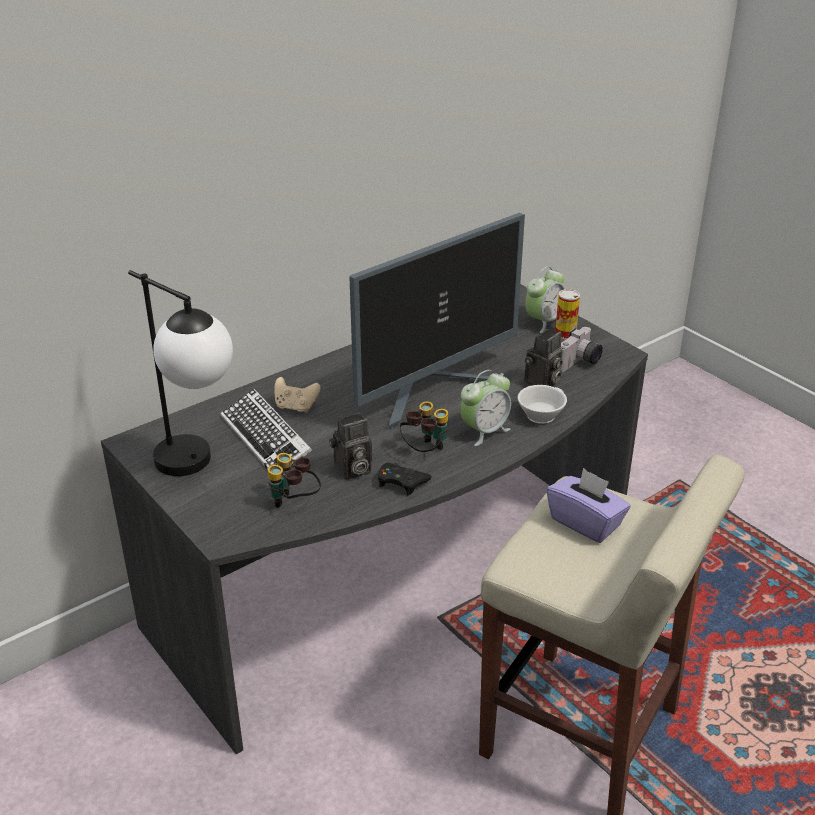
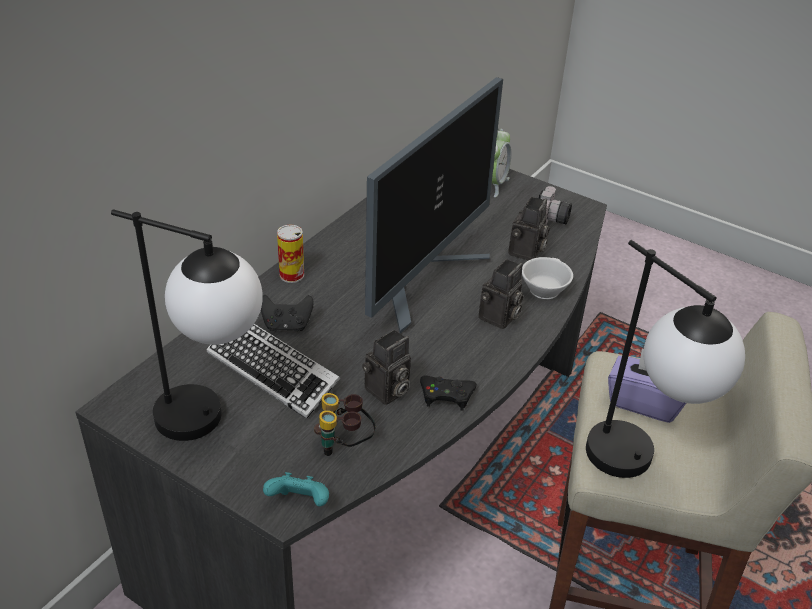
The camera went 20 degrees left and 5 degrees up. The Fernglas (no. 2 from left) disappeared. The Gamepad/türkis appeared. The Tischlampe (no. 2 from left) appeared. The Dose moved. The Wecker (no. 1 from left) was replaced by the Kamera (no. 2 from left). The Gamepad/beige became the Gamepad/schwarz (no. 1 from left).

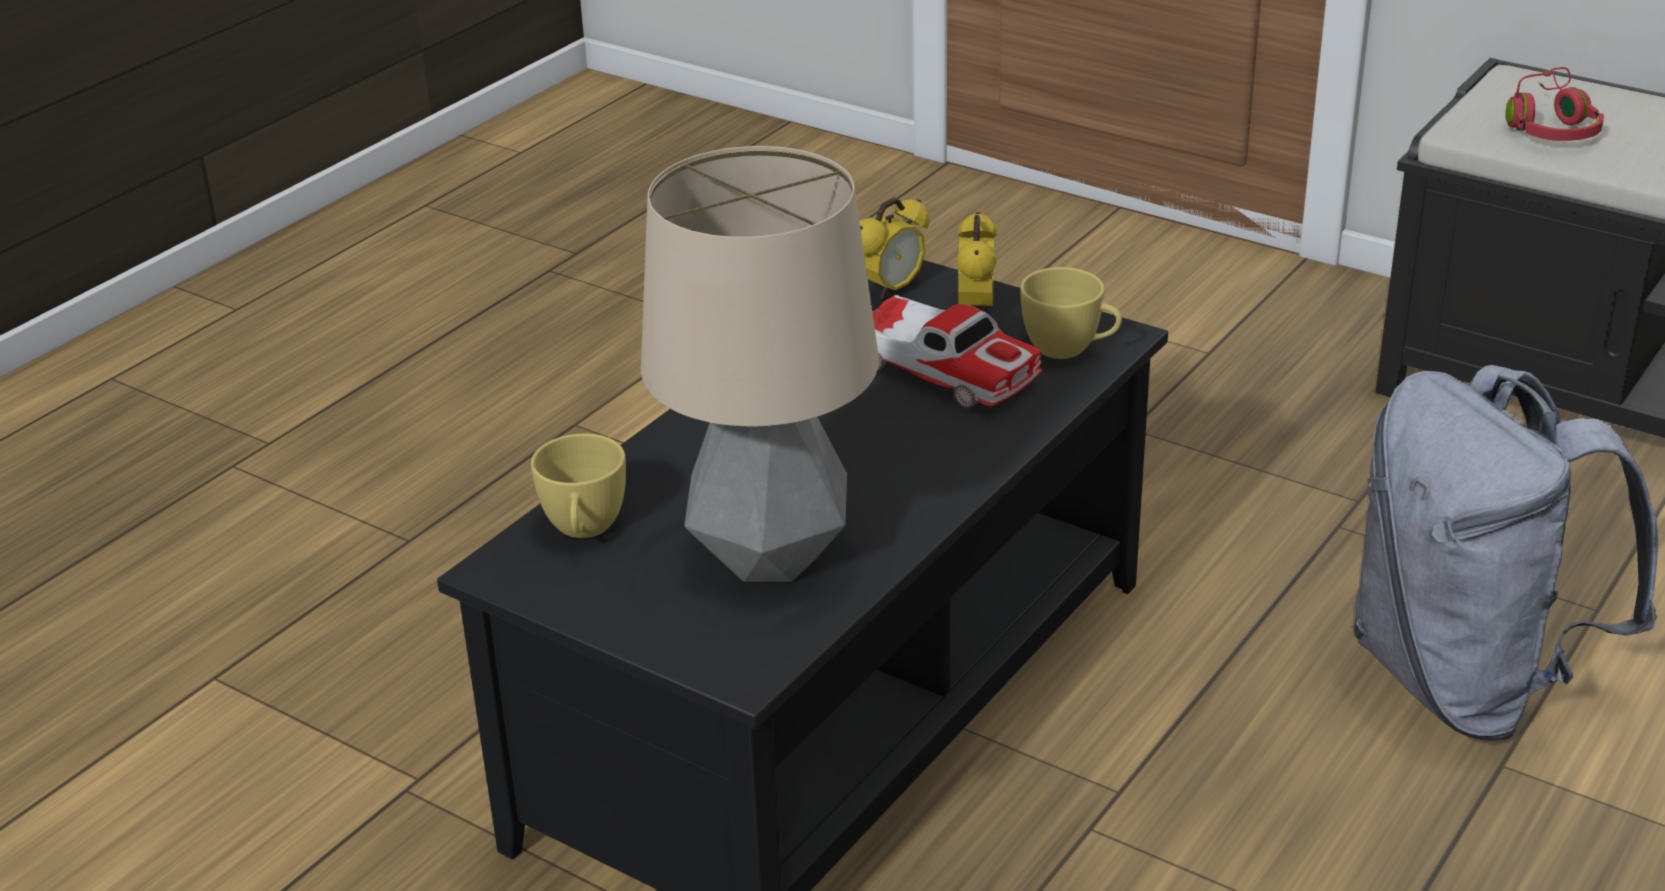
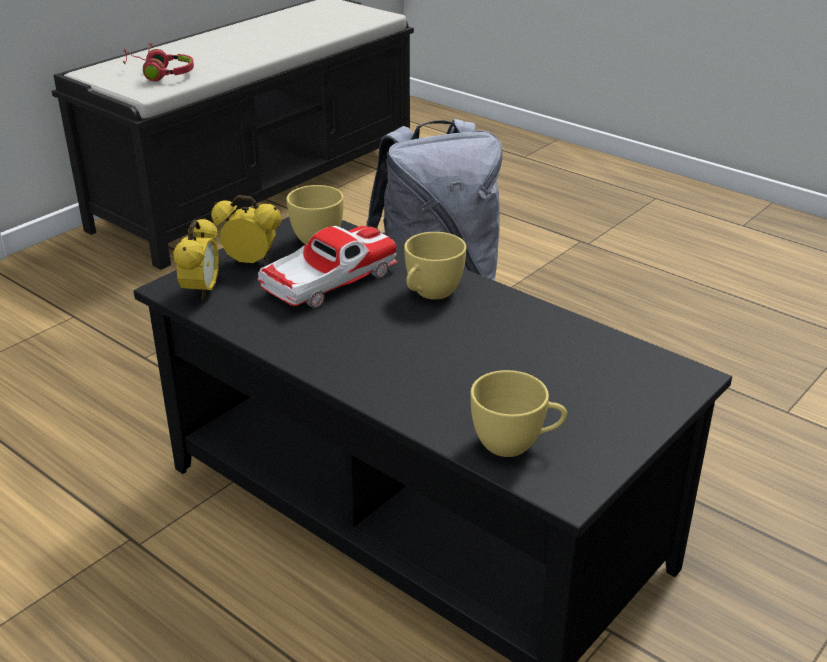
The camera went 85 degrees left and 0 degrees up. The Tischlampe disappeared. The Tasse/gelb (no. 2 from left) appeared. The Wecker (no. 1 from left) turned 45 degrees clockwise.

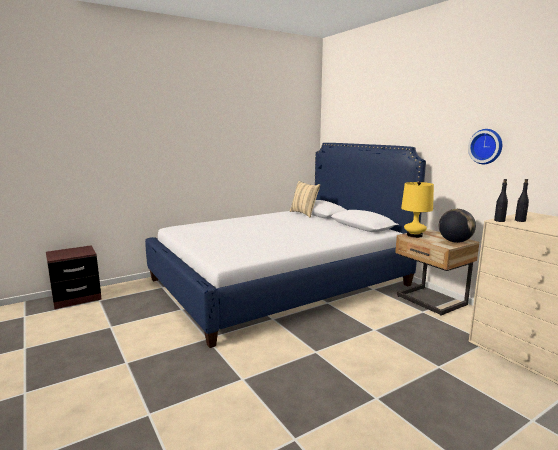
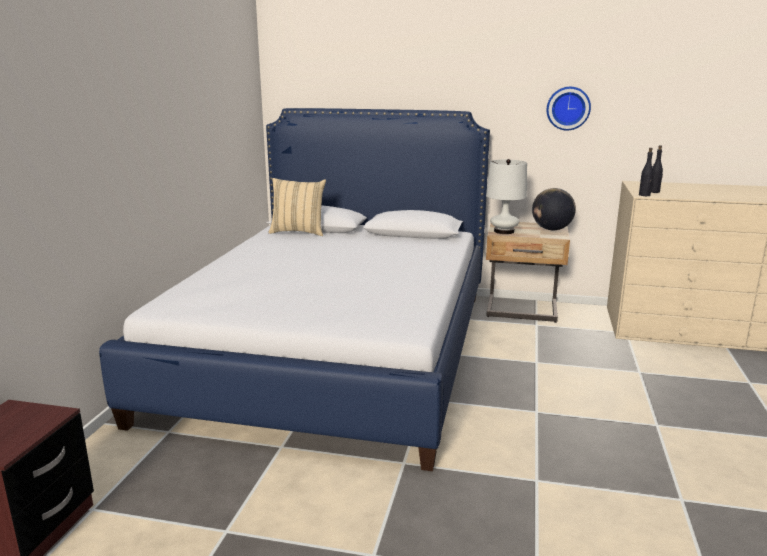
The camera went 45 degrees left and 5 degrees up. The Tischlampe/gelb became the Tischlampe/weiß.

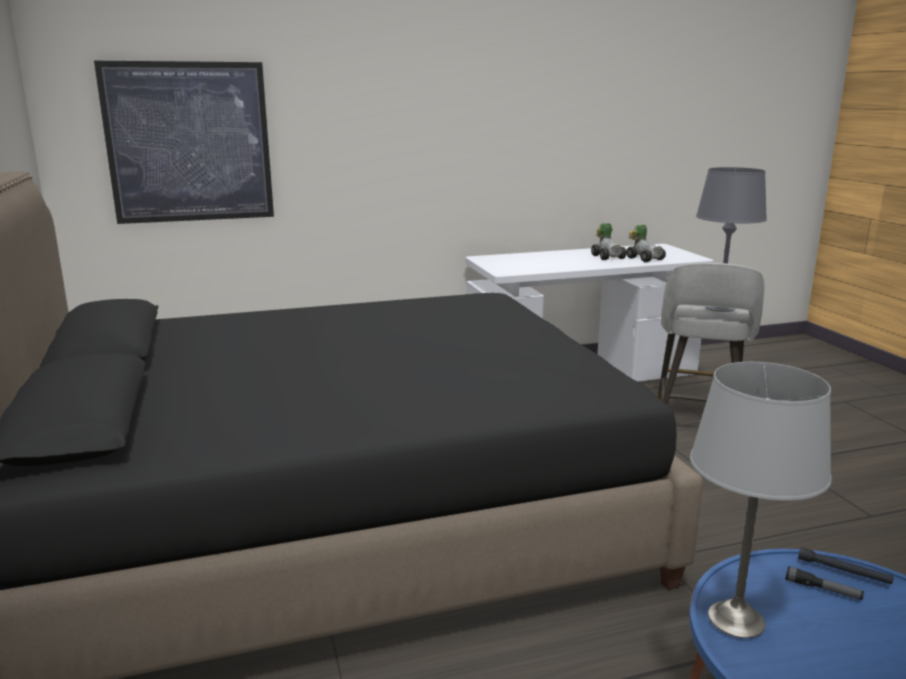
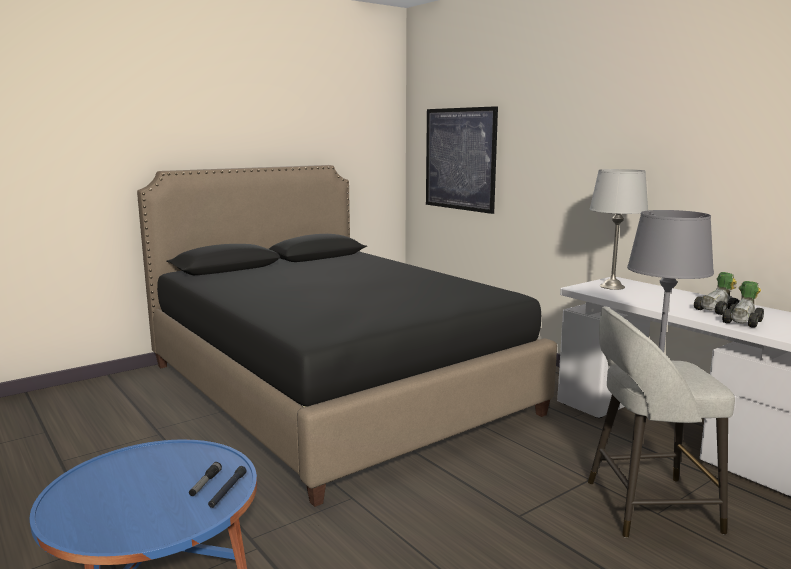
The camera went 70 degrees right and 5 degrees down. The Tischlampe/grau (no. 2 from left in the first image) moved.

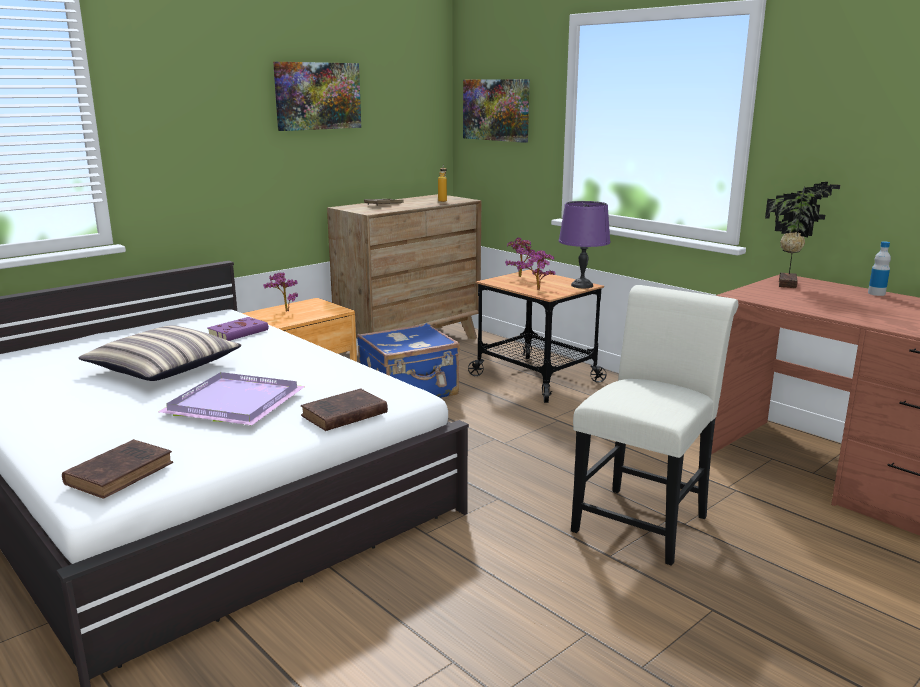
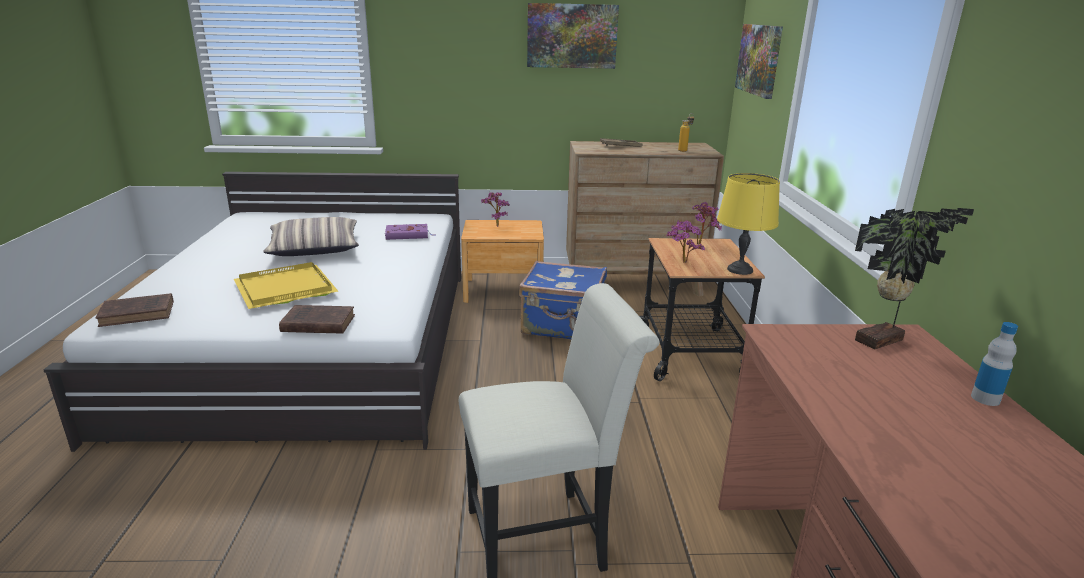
The camera went 40 degrees right and 5 degrees up. The Tablett/lila became the Tablett/gelb. The Tischlampe/lila became the Tischlampe/gelb.

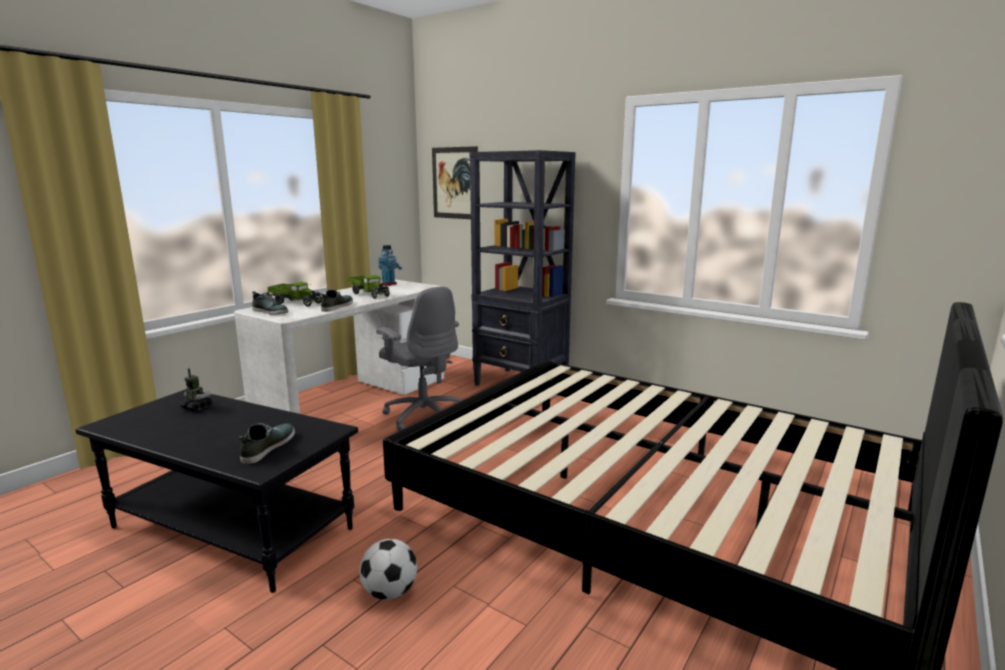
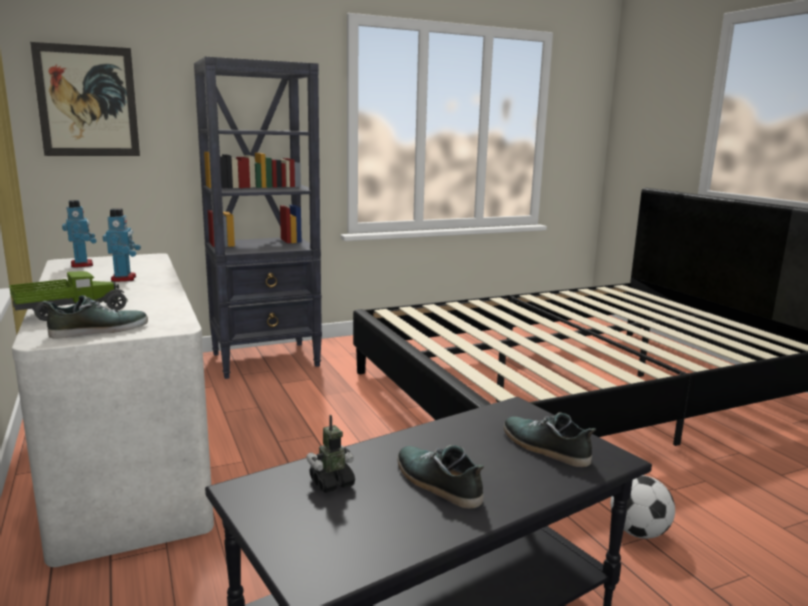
The camera went 60 degrees left and 0 degrees up. The Bürostuhl/grau disappeared. The Schuh (no. 3 from left in the first image) moved. The Spielzeuglaster (no. 2 from left) was replaced by the Spielzeugroboter (no. 2 from left).

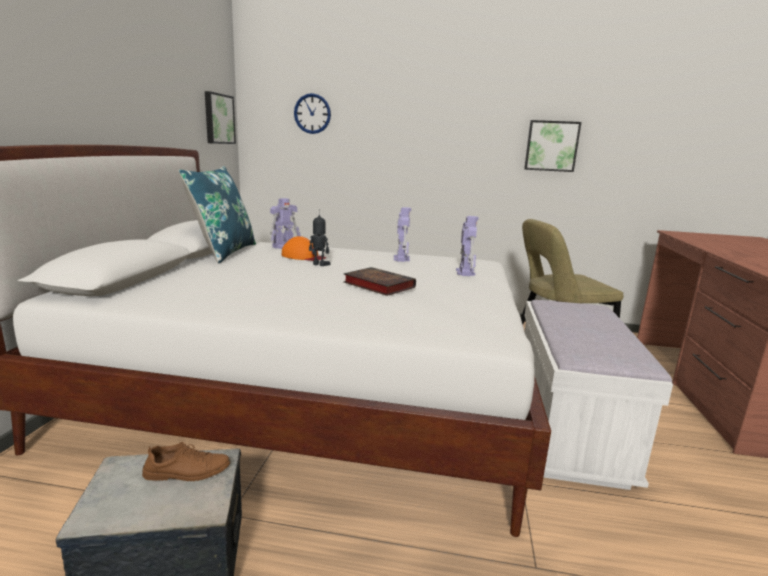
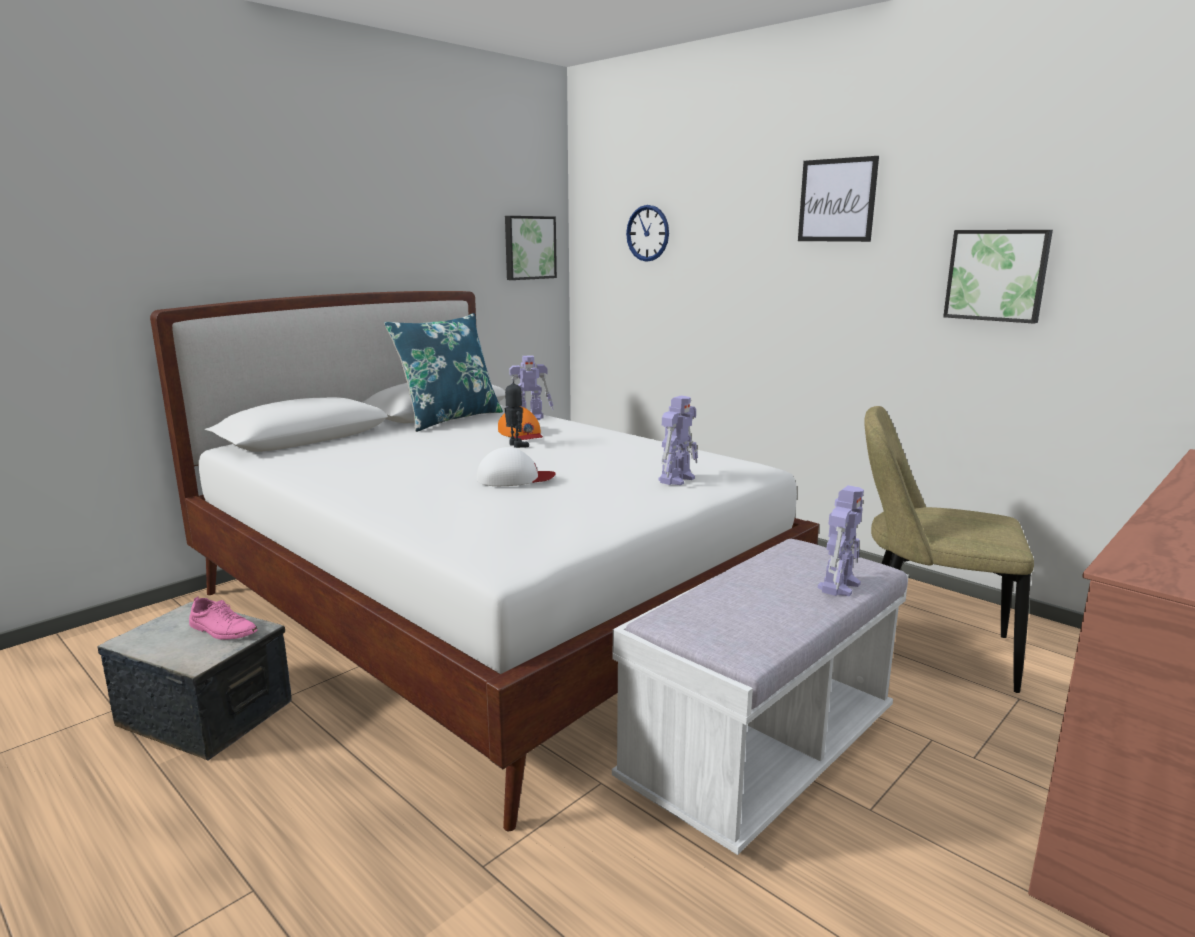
The camera went 35 degrees right and 0 degrees up. The Bild (no. 2 from left) appeared. The Spielzeugroboter (no. 3 from left in the first image) moved. The Buch was replaced by the Kappe/weiß. The Schuh/braun became the Schuh/rosa.

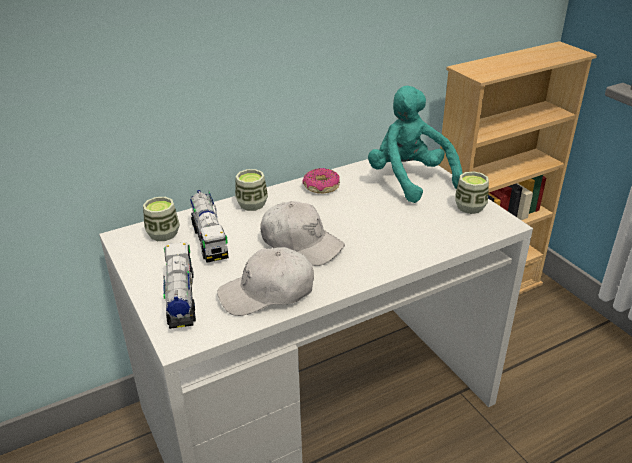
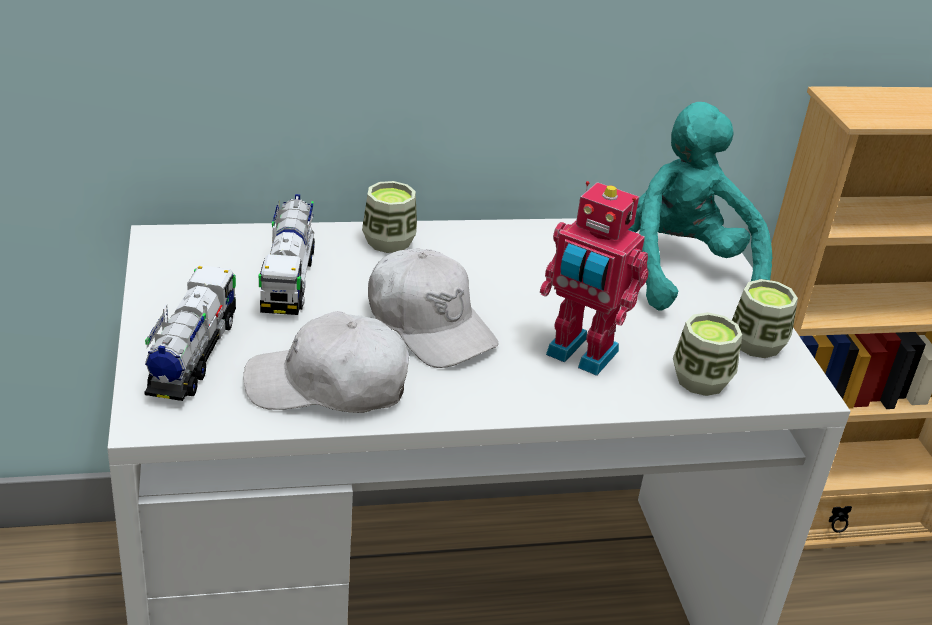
The camera went 15 degrees right and 0 degrees up. The Donut disappeared. The Spielzeugroboter appeared. The Tasse (no. 1 from left in the first image) moved.

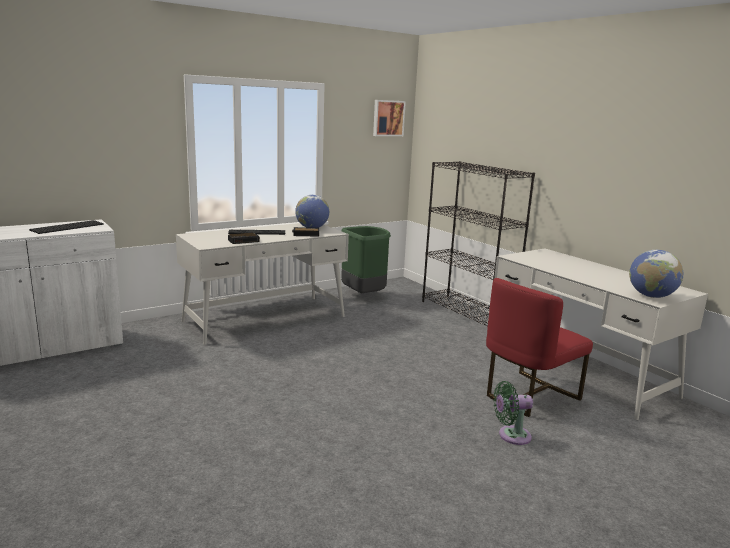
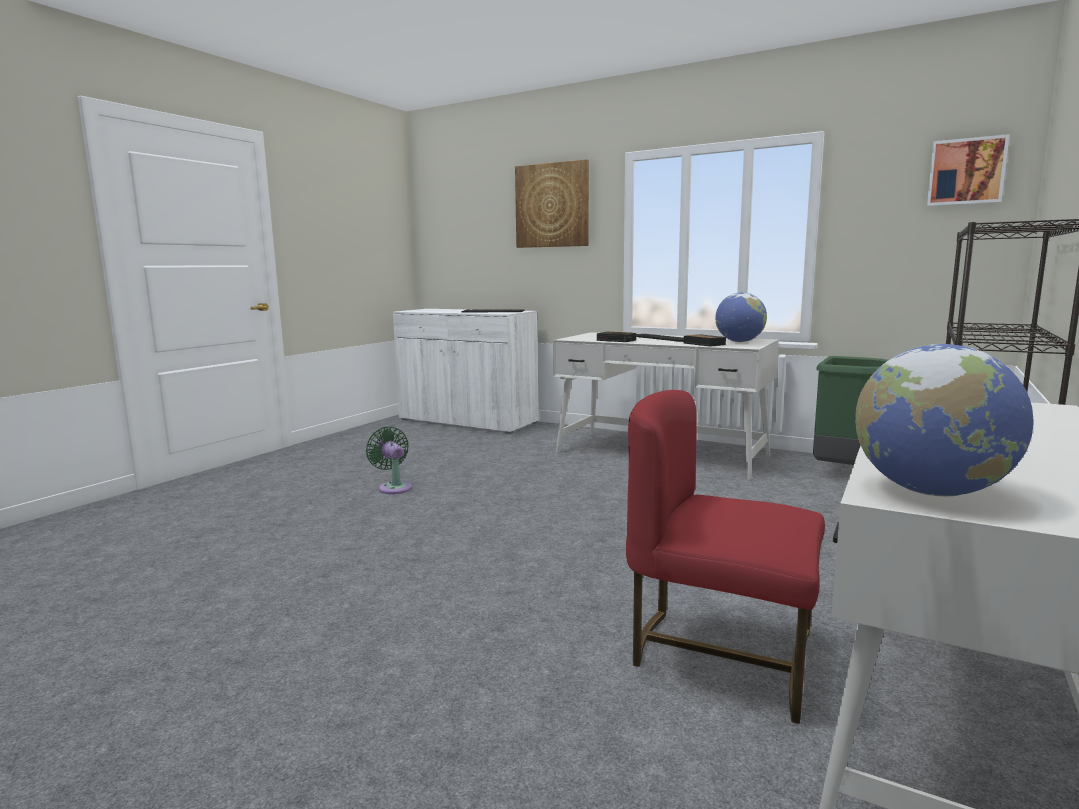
The camera went 65 degrees right and 5 degrees down. The Bild (no. 1 from left) appeared. The Ventilator/grün moved.

